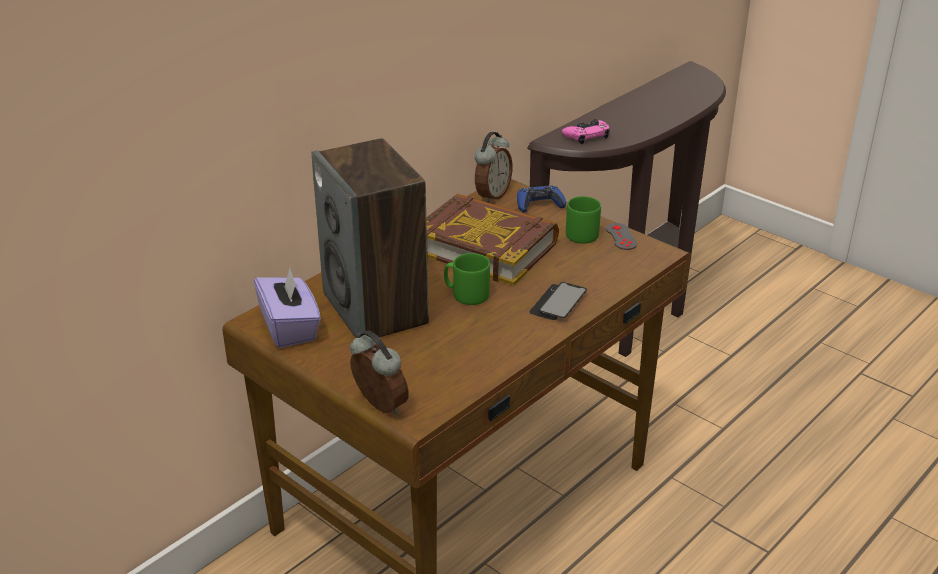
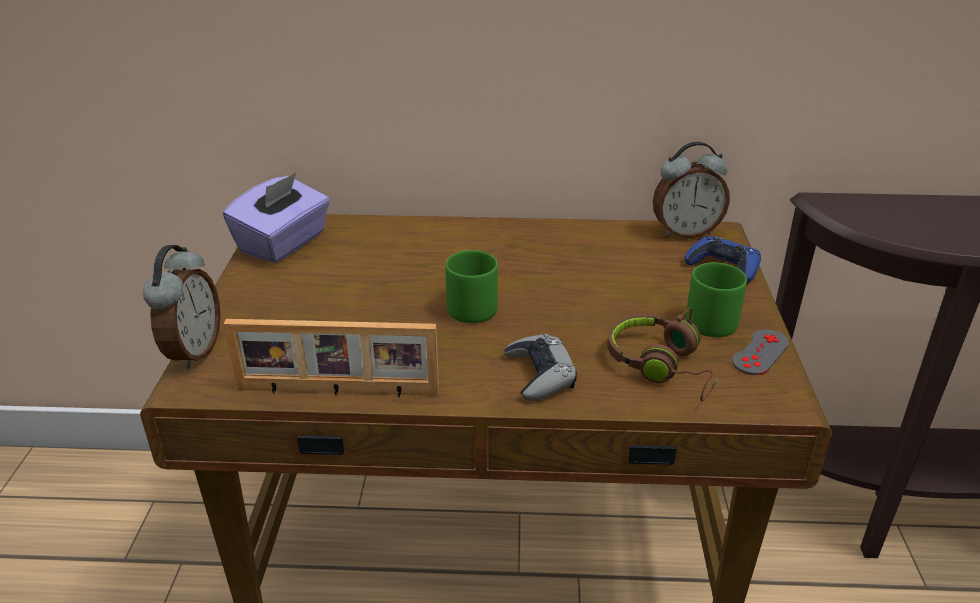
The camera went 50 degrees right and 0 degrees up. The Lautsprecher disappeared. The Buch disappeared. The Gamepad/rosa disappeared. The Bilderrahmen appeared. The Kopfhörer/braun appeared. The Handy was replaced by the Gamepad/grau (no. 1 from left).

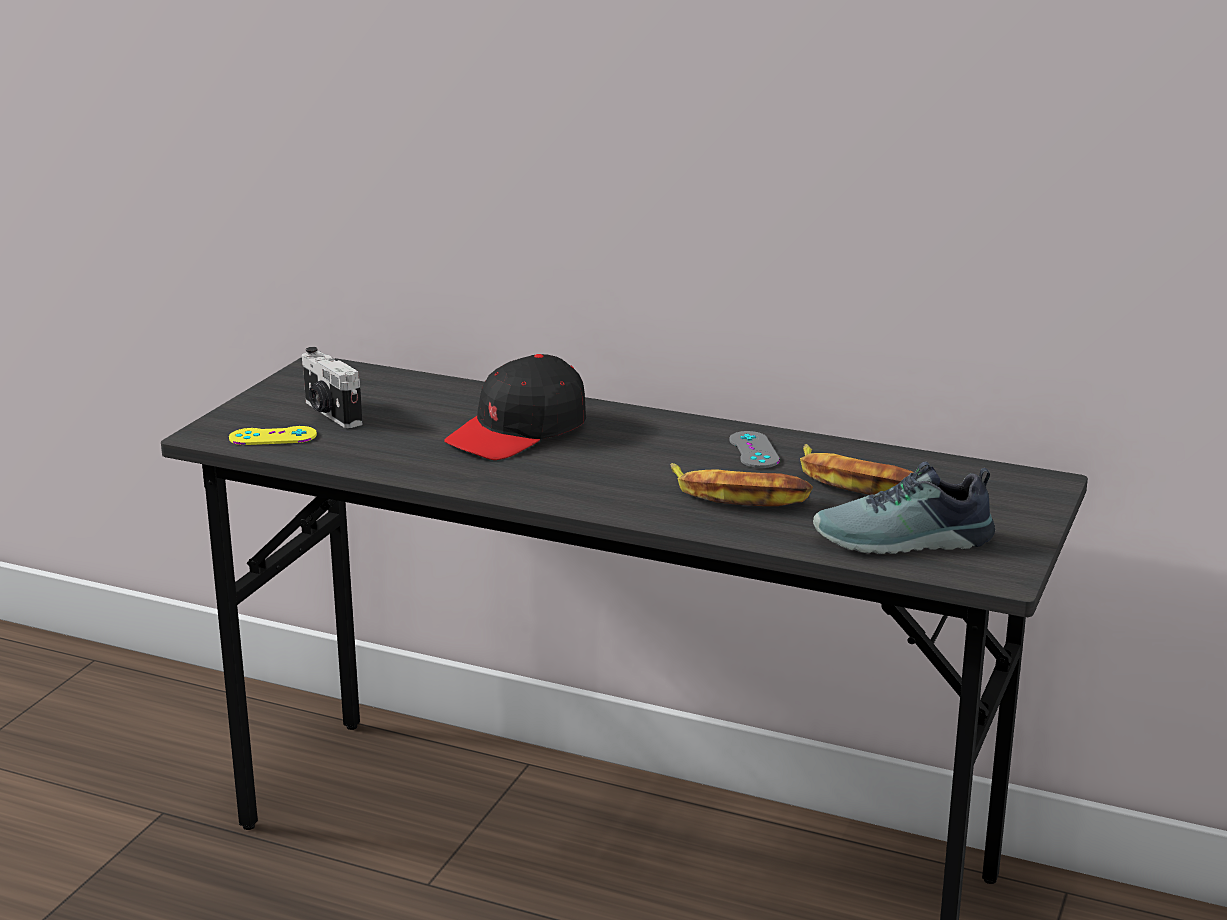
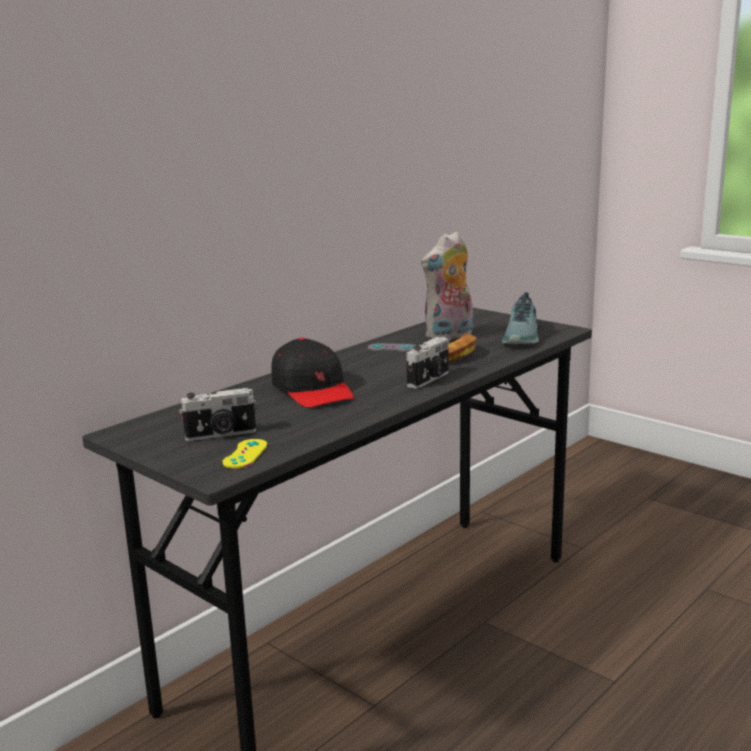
The camera went 70 degrees left and 5 degrees down. The Kamera (no. 2 from left) appeared. The Banane (no. 2 from left) was replaced by the Plüschtier.

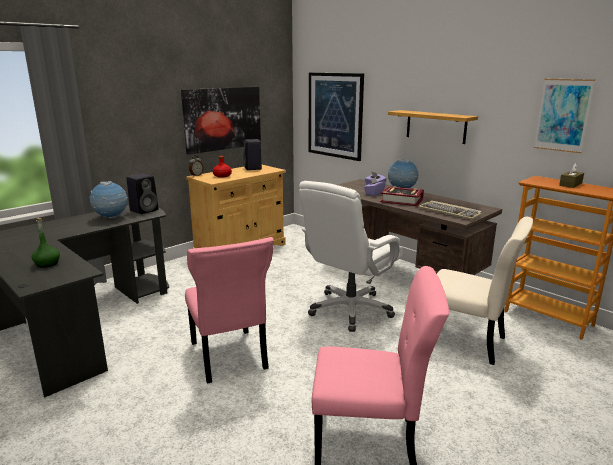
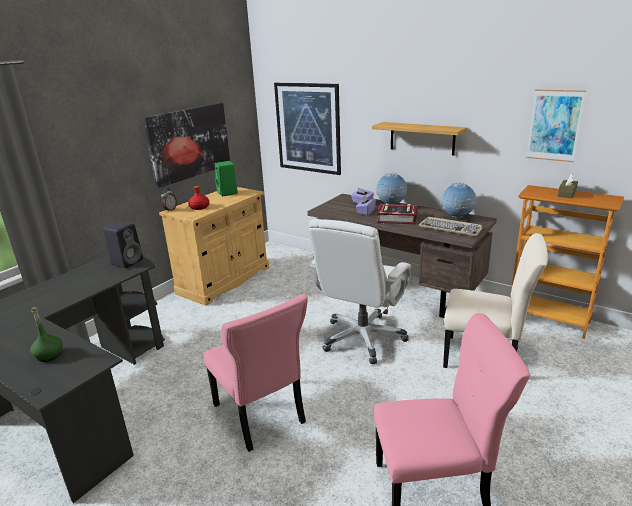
The camera went 10 degrees left and 5 degrees up. The Globus (no. 1 from left in the first image) moved. The Lautsprecher/schwarz (no. 2 from left) became the Lautsprecher/grün.

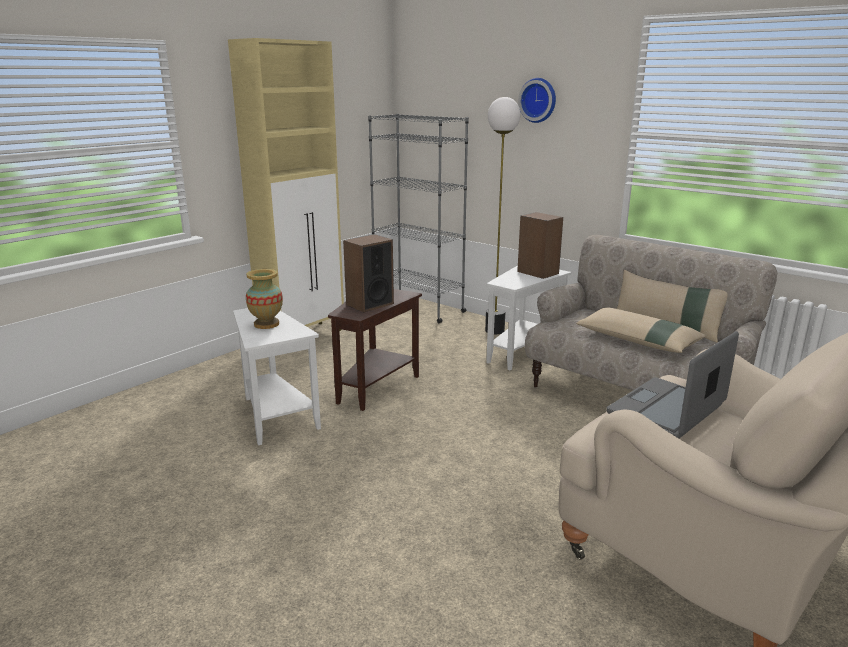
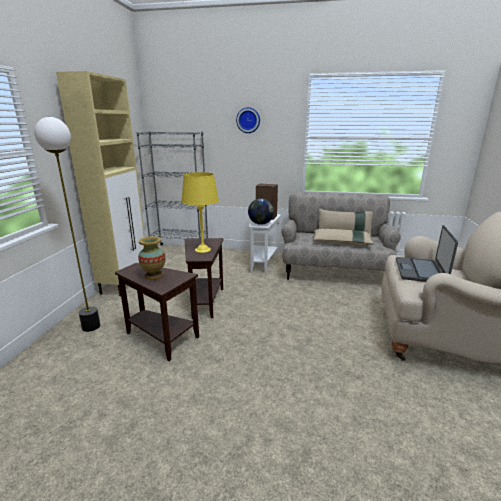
The camera went 30 degrees left and 0 degrees up. The Globus appeared. The Stehlampe moved. The Lautsprecher (no. 1 from left) was replaced by the Tischlampe/gelb. The Beistelltisch/weiß (no. 1 from left) became the Beistelltisch/braun (no. 1 from left).

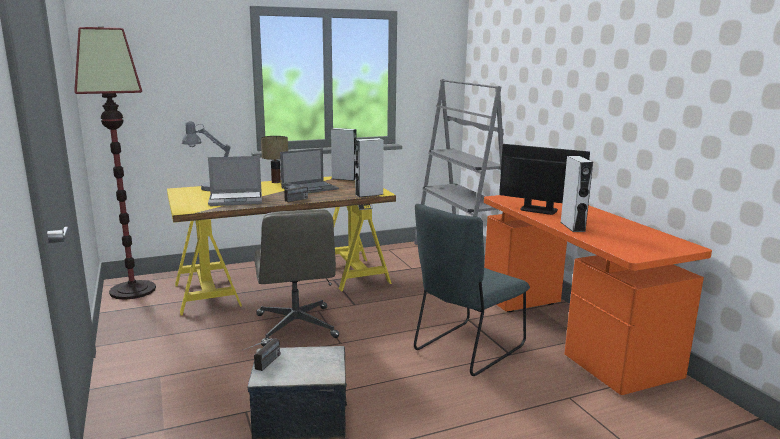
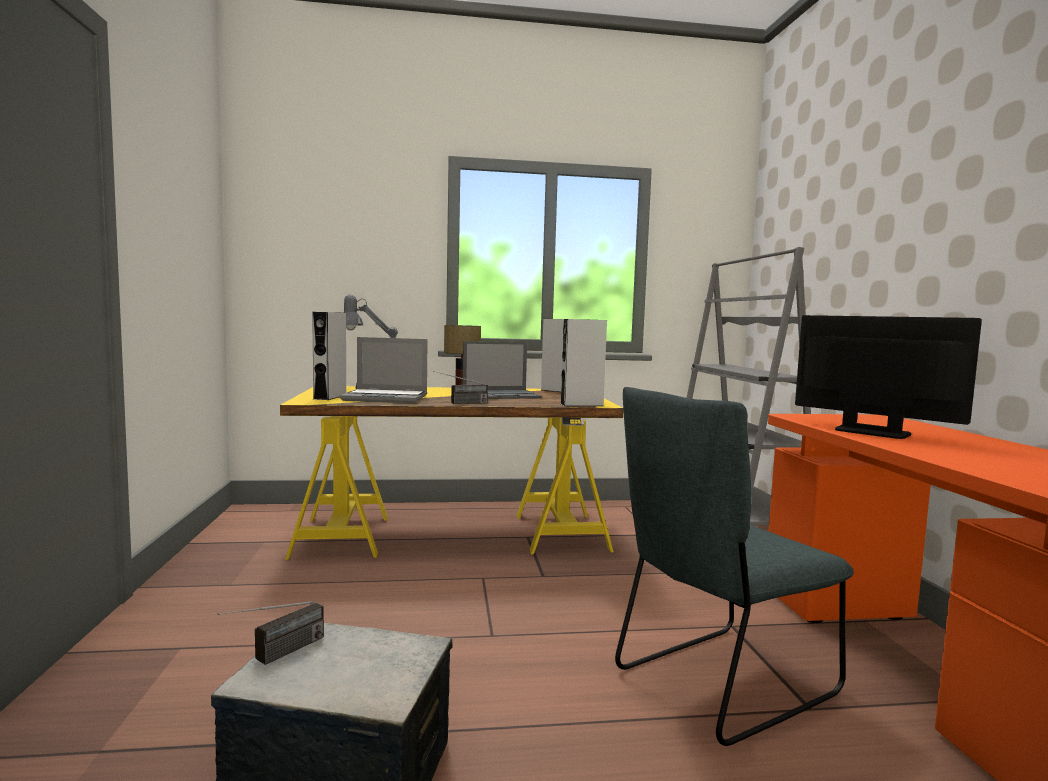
The camera went 15 degrees right and 10 degrees down. The Stehlampe disappeared. The Bürostuhl/grau disappeared. The Lautsprecher/grau (no. 3 from left in the first image) moved.

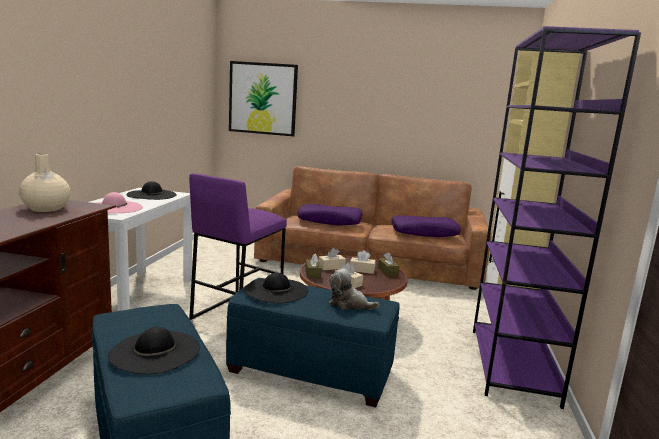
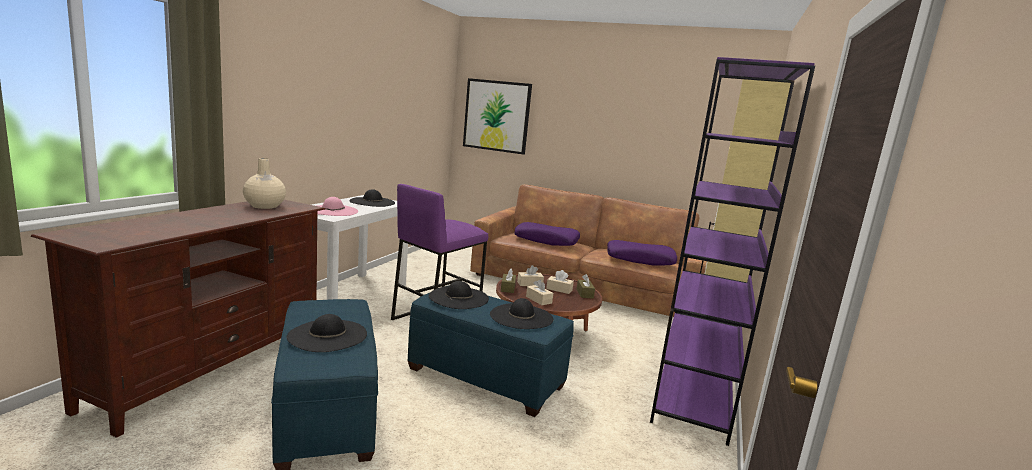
The camera went 10 degrees right and 0 degrees up. The Plüschtier was replaced by the Hut/schwarz (no. 4 from left).

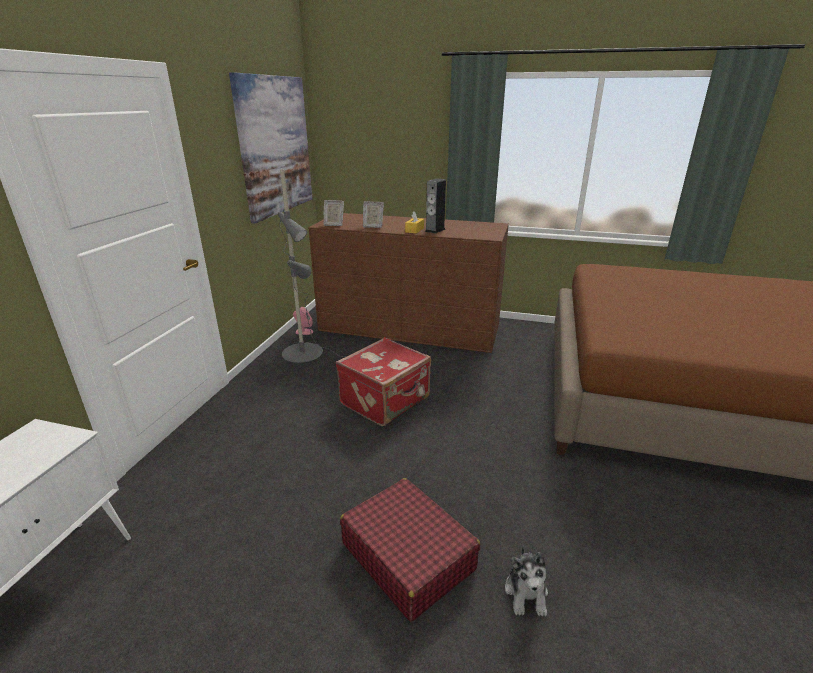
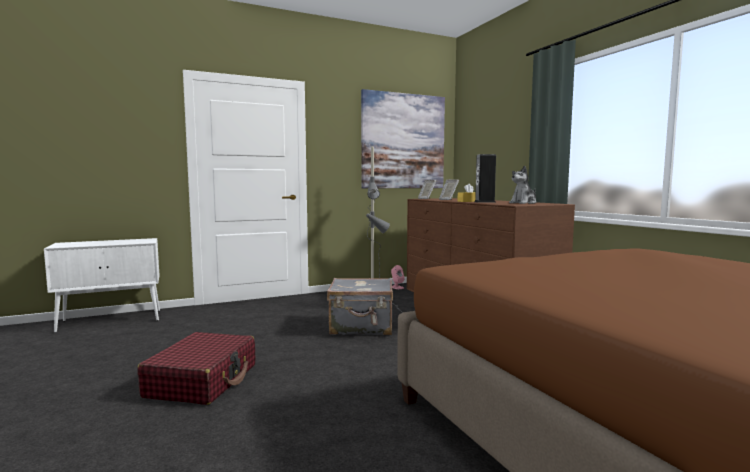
The camera went 50 degrees right and 20 degrees down. The Plüschtier moved. The Koffer/rot (no. 1 from left) became the Koffer/grau.

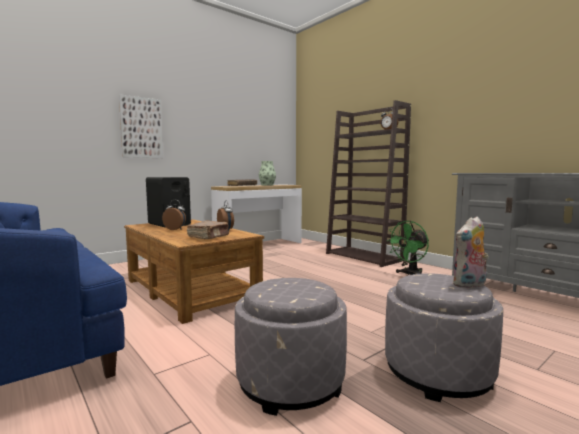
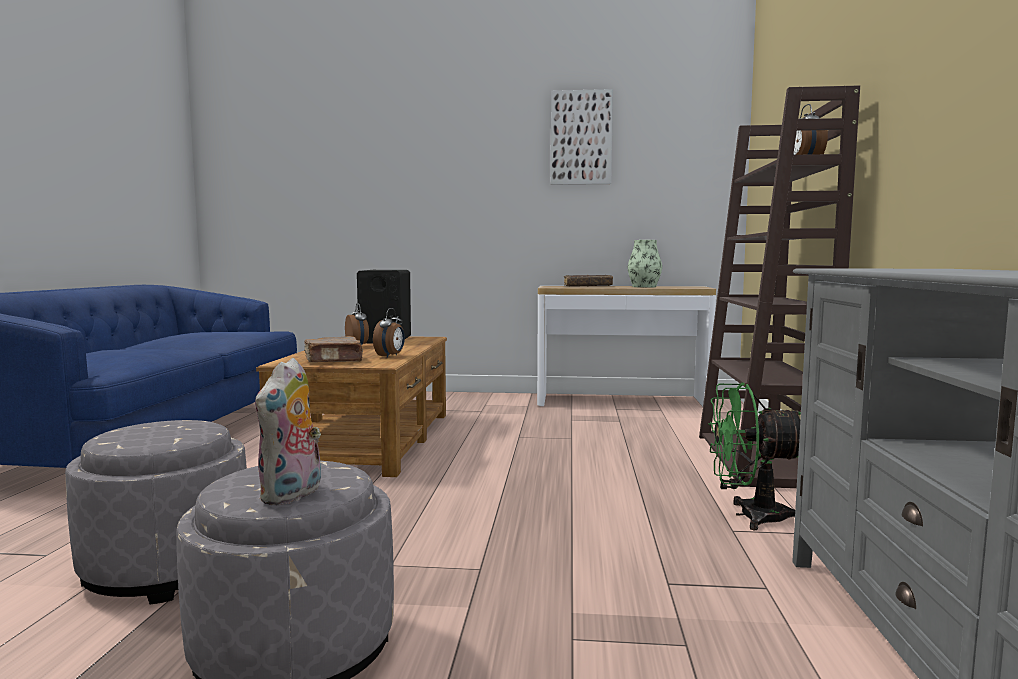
The camera went 45 degrees right and 0 degrees up. The Bild moved. The Plüschtier turned 90 degrees counterclockwise.

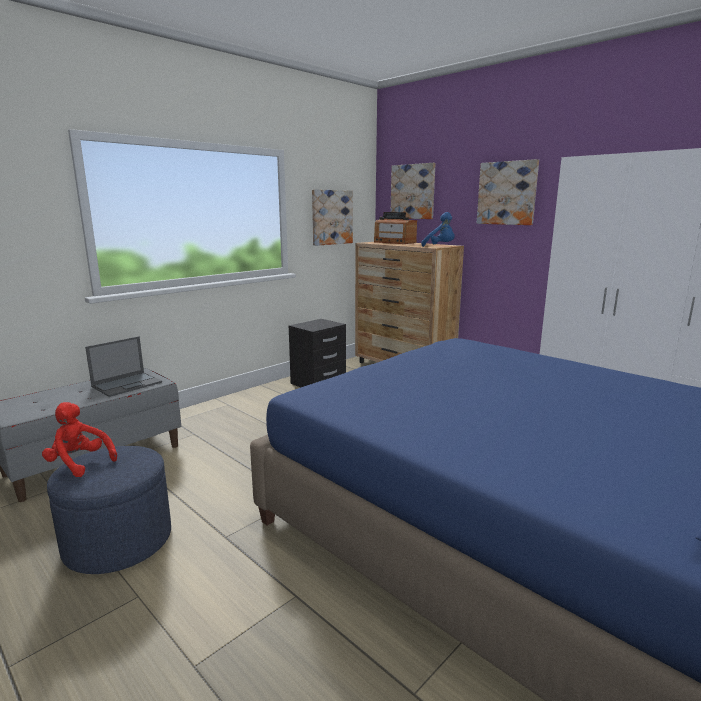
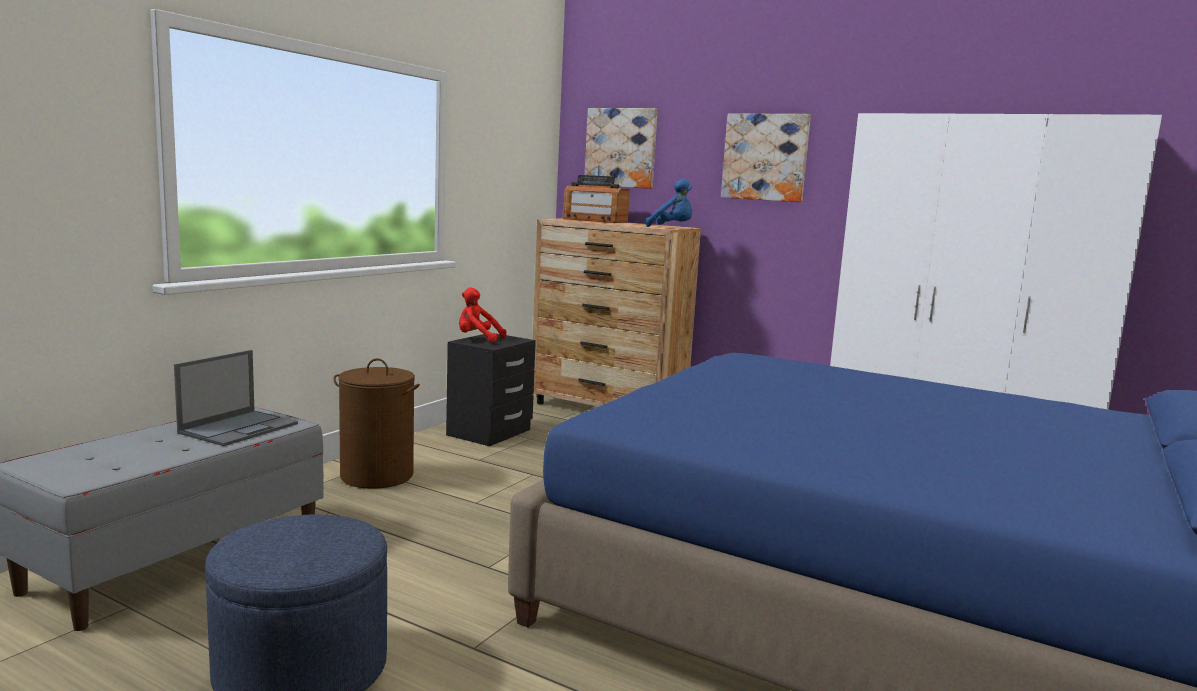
The camera went 15 degrees left and 5 degrees down. The Bild (no. 1 from left) disappeared. The Wäschekorb/braun appeared. The Plüschtier/rot moved.

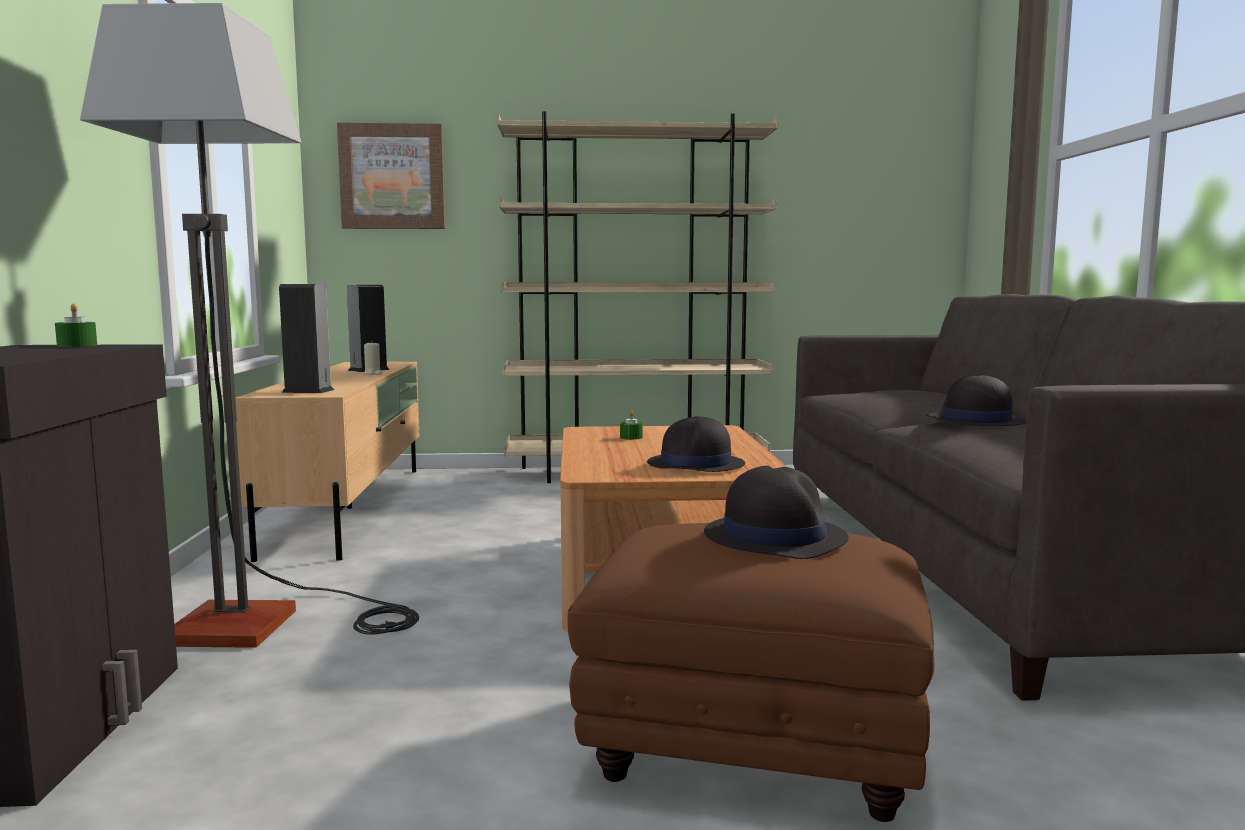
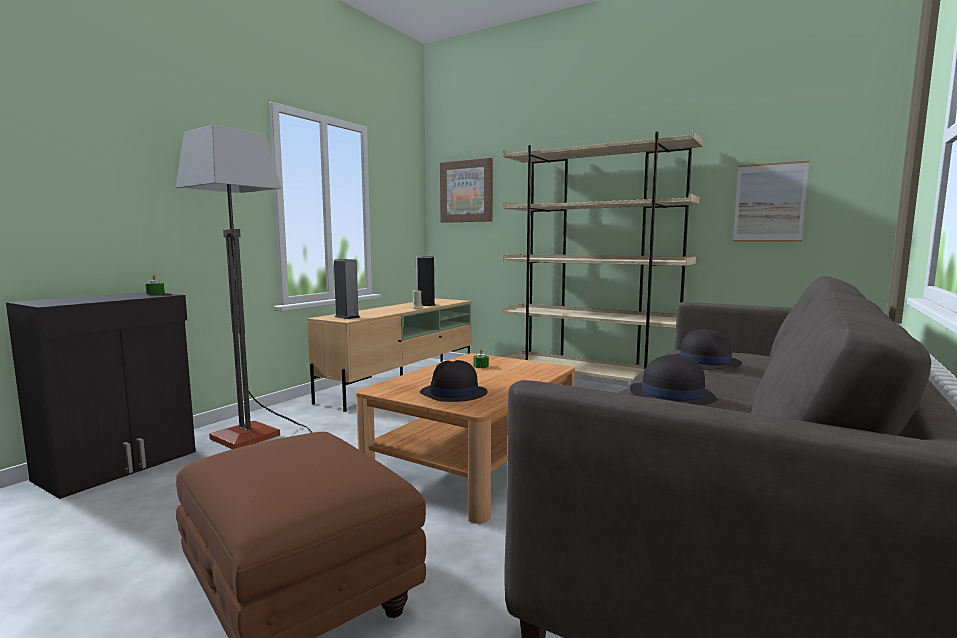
The camera went 35 degrees right and 0 degrees up. The Bild (no. 2 from left) appeared. The Hut/schwarz (no. 2 from left in the first image) moved.

